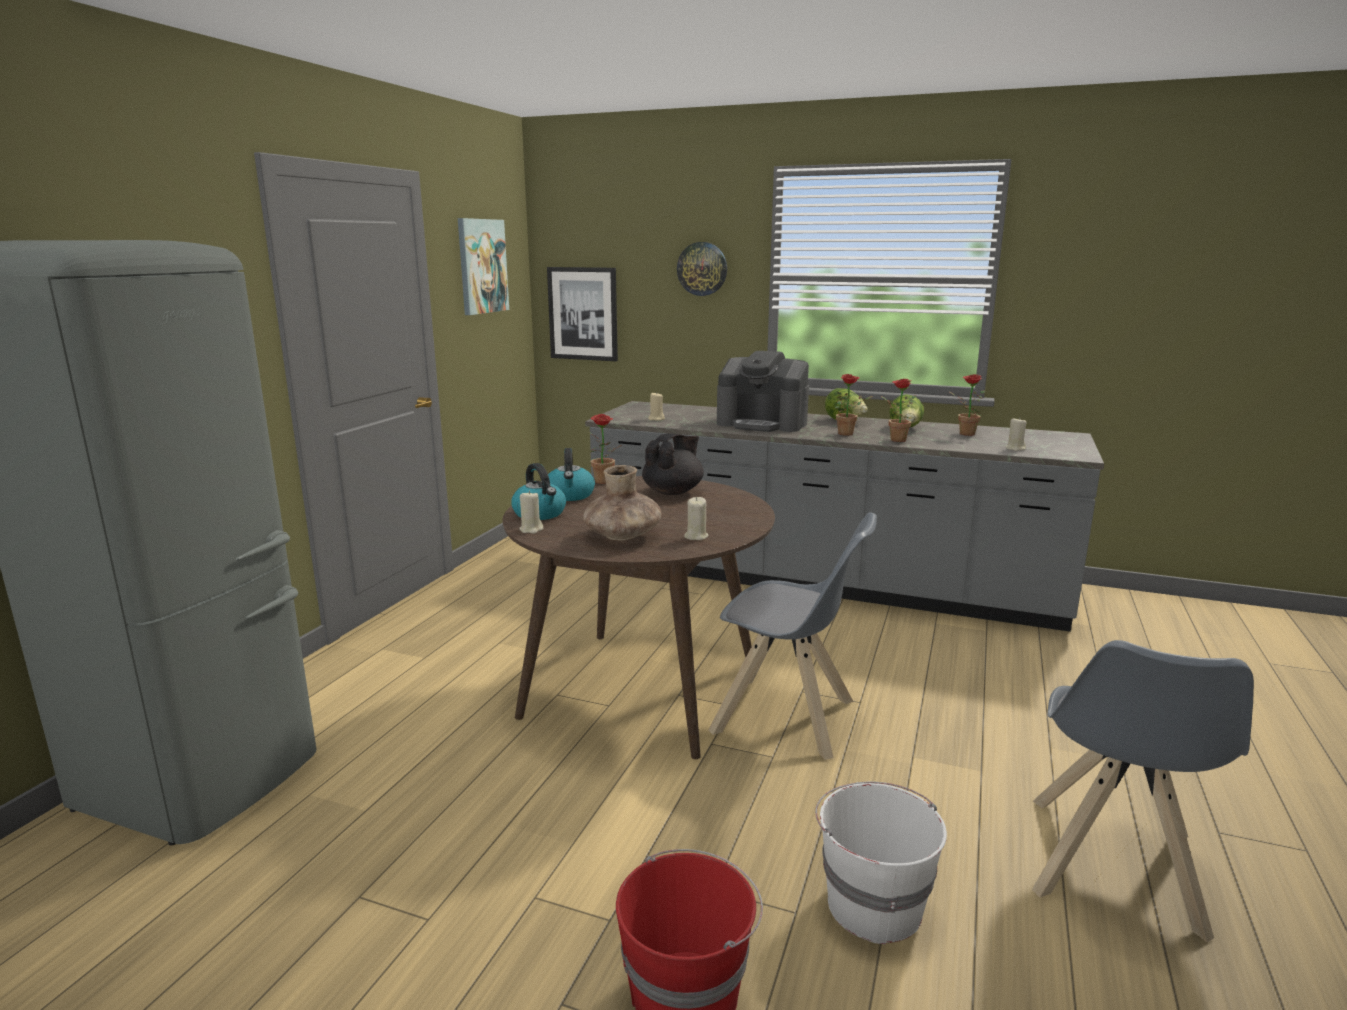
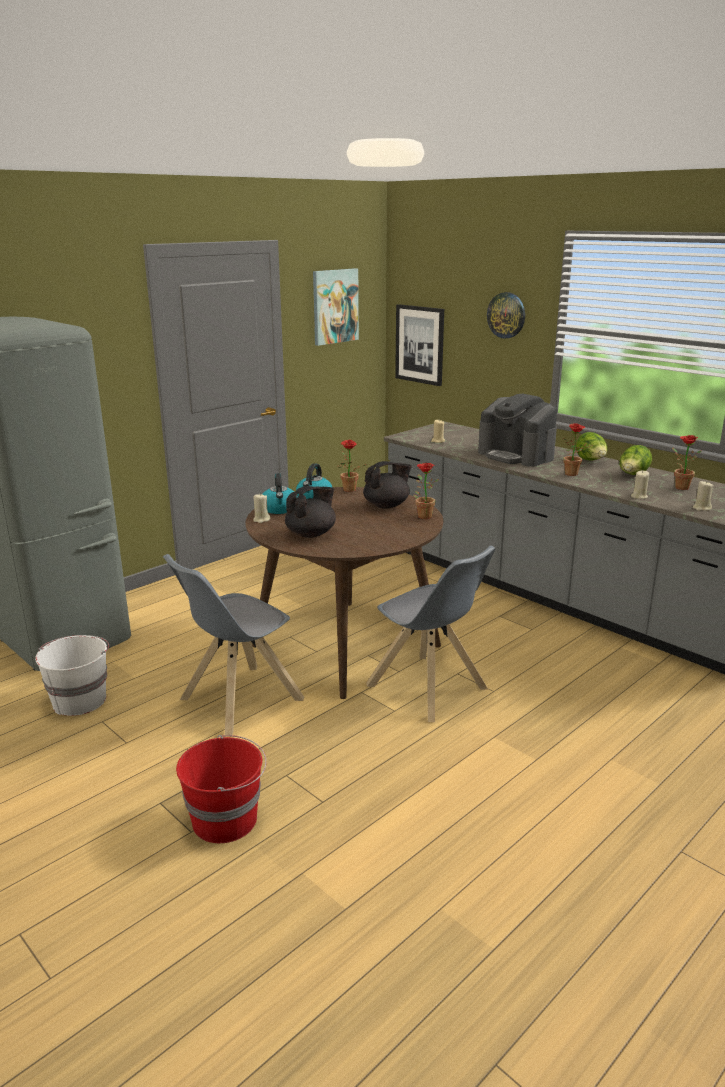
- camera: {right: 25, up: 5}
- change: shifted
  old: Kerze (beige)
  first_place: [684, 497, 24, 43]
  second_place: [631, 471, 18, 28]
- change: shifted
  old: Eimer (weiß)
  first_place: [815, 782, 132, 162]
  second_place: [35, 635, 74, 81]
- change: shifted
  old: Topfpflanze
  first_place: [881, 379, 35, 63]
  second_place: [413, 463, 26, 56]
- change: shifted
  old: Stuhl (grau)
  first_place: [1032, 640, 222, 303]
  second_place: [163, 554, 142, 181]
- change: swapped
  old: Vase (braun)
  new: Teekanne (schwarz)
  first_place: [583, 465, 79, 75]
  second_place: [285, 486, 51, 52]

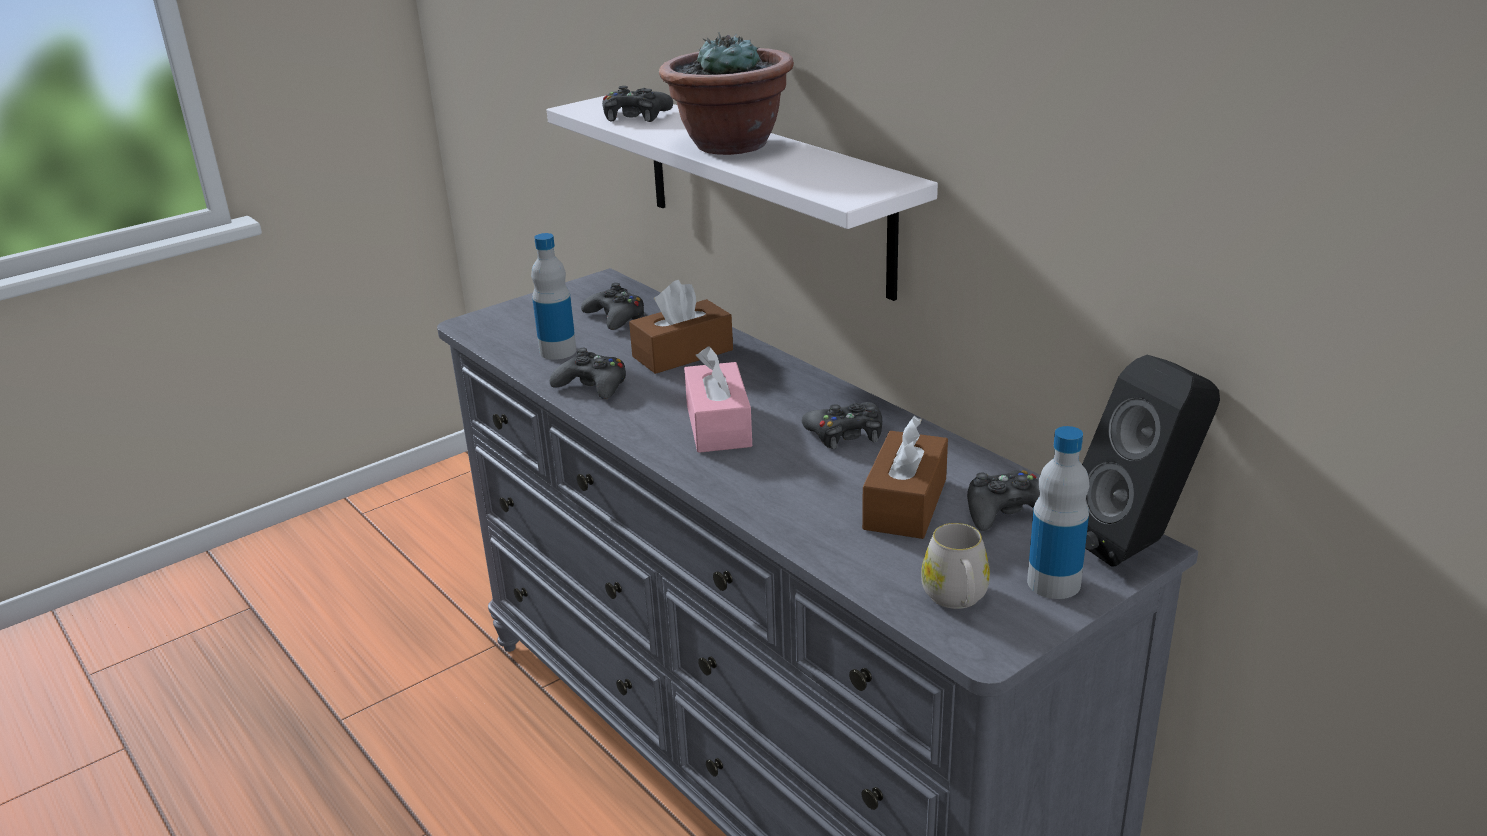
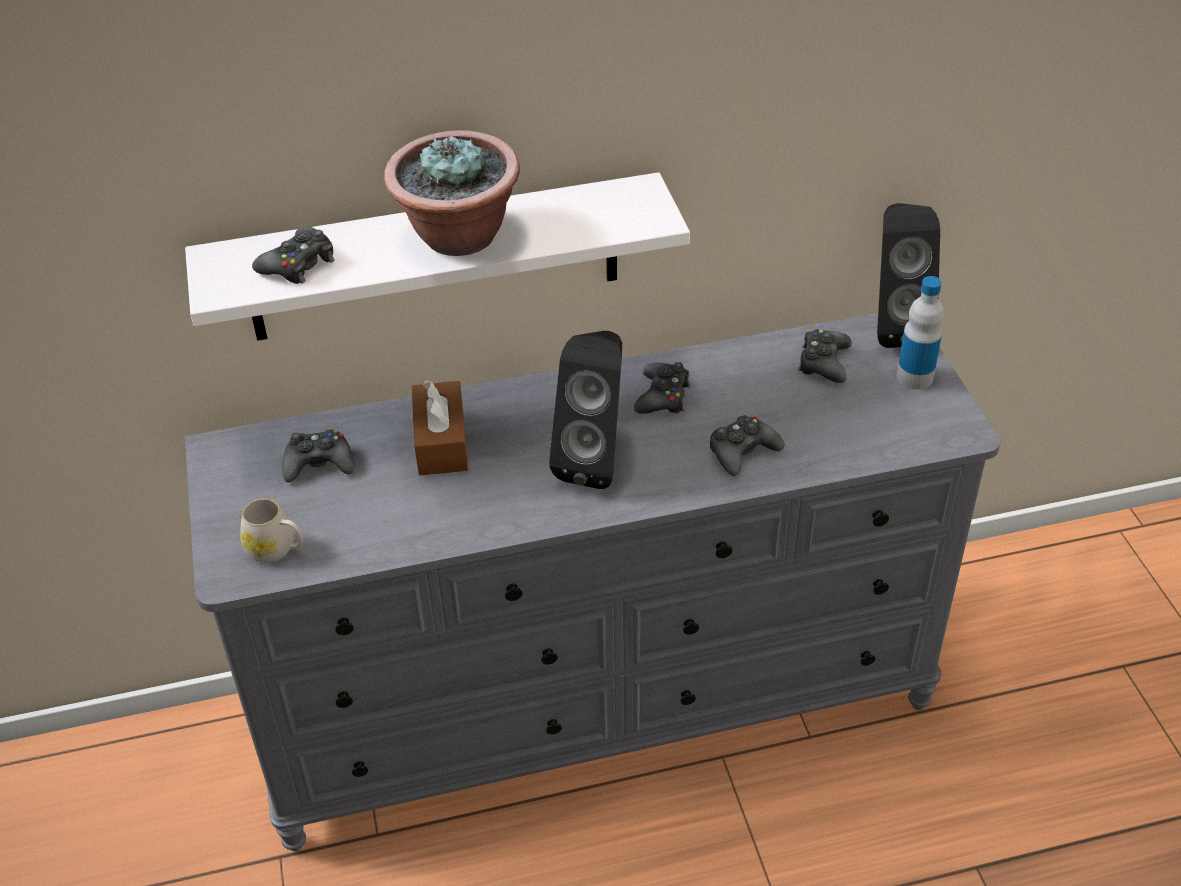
- camera: {right: -65, up: 15}
- change: gone
  old: Flasche
  first_place: [531, 233, 45, 127]
- change: gone
  old: Taschentuchbox (braun)
  first_place: [862, 416, 86, 123]
- change: shifted
  old: Gamepad (schwarz)
  first_place: [550, 348, 76, 51]
  second_place: [710, 415, 74, 61]
- change: shifted
  old: Henkelbecher (weiß)
  first_place: [921, 523, 69, 86]
  second_place: [240, 498, 63, 65]
- change: swapped
  old: Taschentuchbox (rosa)
  new: Lautsprecher (schwarz)
  first_place: [684, 346, 68, 107]
  second_place: [549, 331, 73, 158]

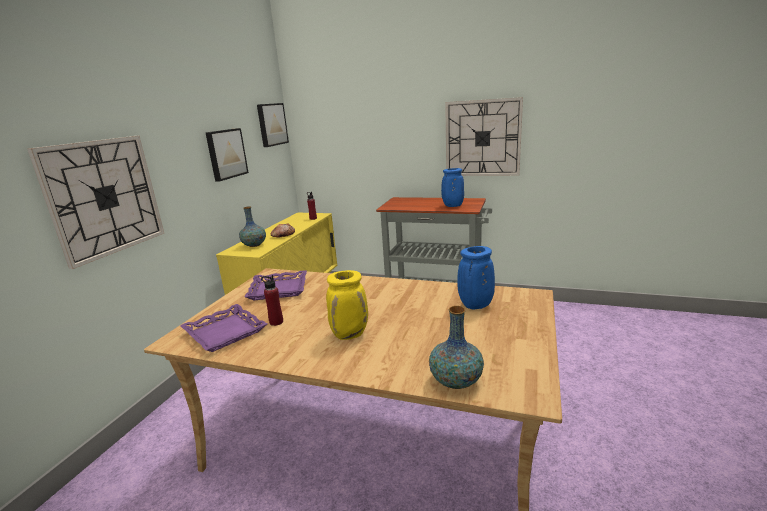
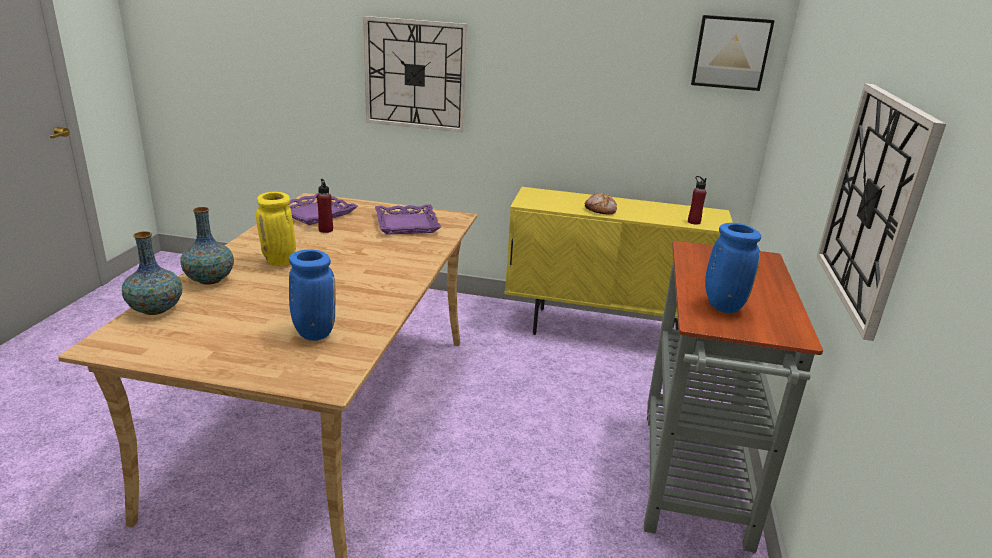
- camera: {right: 80, up: 5}
- change: gone
  old: Bild
  first_place: [206, 128, 43, 53]
- change: shifted
  old: Vase
  first_place: [239, 206, 27, 41]
  second_place: [180, 207, 54, 78]

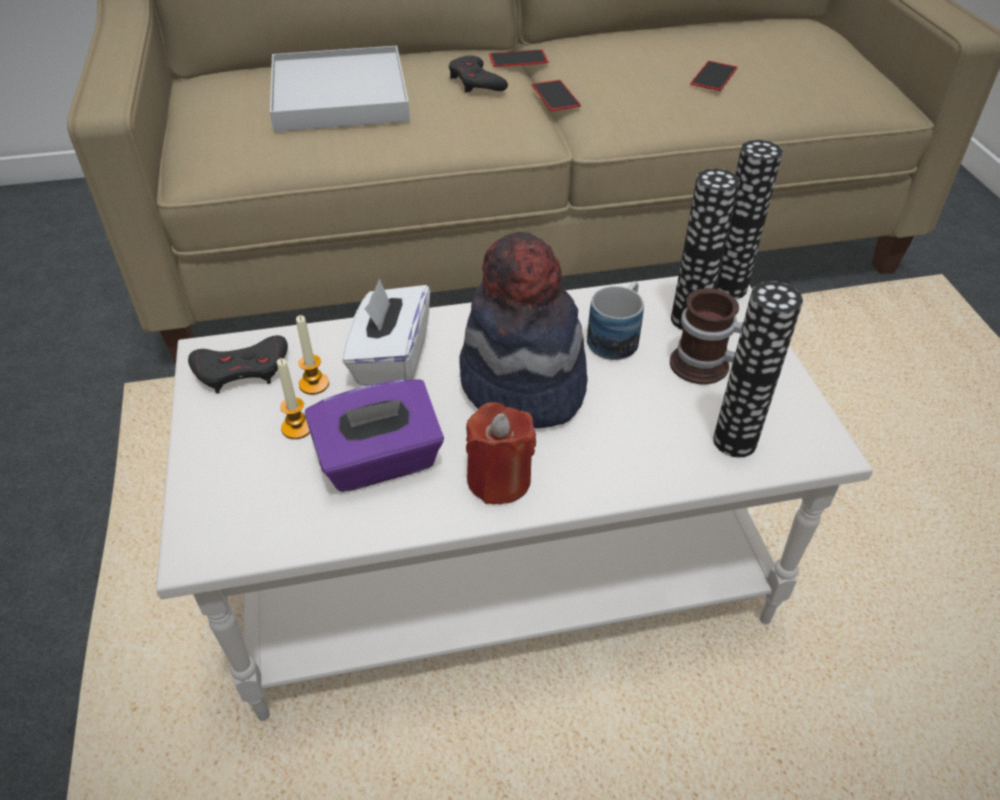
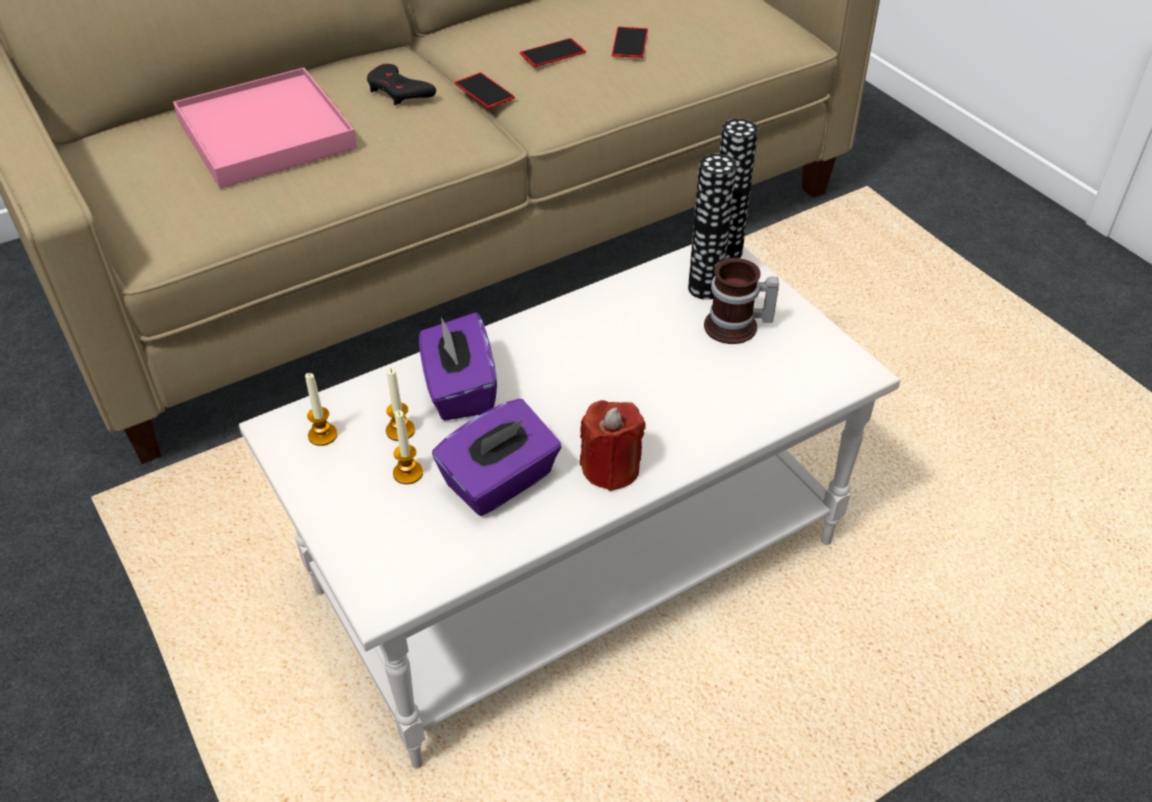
- camera: {right: -20, up: 0}
- change: gone
  old: Hut
  first_place: [459, 232, 128, 196]
- change: gone
  old: Henkelbecher
  first_place: [587, 281, 57, 79]
- change: gone
  old: Vase
  first_place: [713, 281, 90, 176]
- change: shifted
  old: Handy
  first_place: [489, 49, 60, 18]
  second_place: [520, 38, 66, 29]
- change: swapped
  old: Gamepad (schwarz)
  new: Kerze
  first_place: [188, 335, 100, 59]
  second_place: [305, 373, 33, 73]
- change: repainted
  old: Tablett (weiß)
  new: Tablett (rosa)
  first_place: [270, 46, 140, 86]
  second_place: [173, 68, 184, 120]
- change: repainted
  old: Taschentuchbox (weiß)
  new: Taschentuchbox (lila)
  first_place: [342, 278, 88, 108]
  second_place: [419, 312, 78, 108]

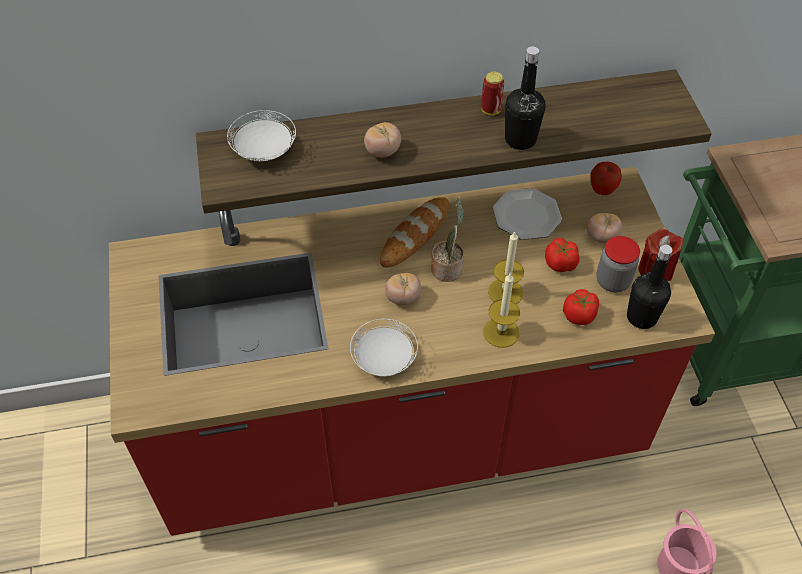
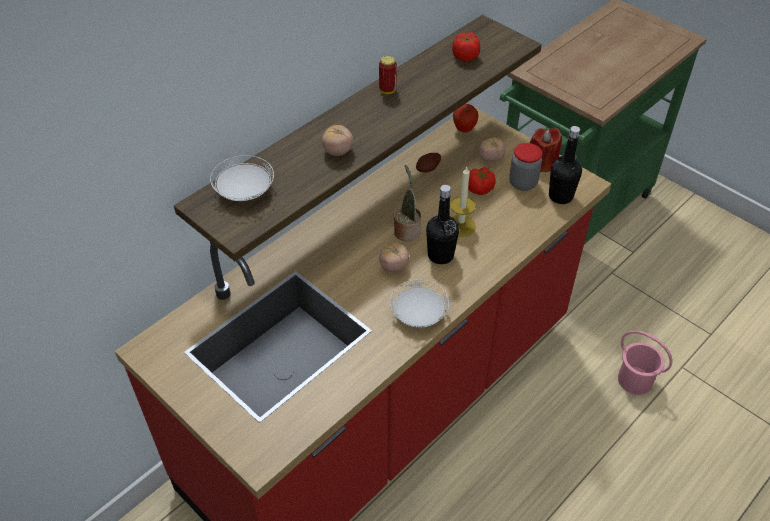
- camera: {right: -35, up: -5}
- change: gone
  old: Brot
  first_place: [380, 197, 69, 71]
- change: gone
  old: Kerze
  first_place: [483, 273, 37, 75]
- change: shifted
  old: Flasche (schwarz)
  first_place: [505, 47, 40, 103]
  second_place: [426, 185, 33, 79]
- change: shifted
  old: Tomate
  first_place: [563, 289, 36, 36]
  second_place: [452, 32, 28, 30]
- change: swapped
  old: Teller
  new: Kartoffel
  first_place: [493, 188, 69, 52]
  second_place: [416, 153, 25, 20]

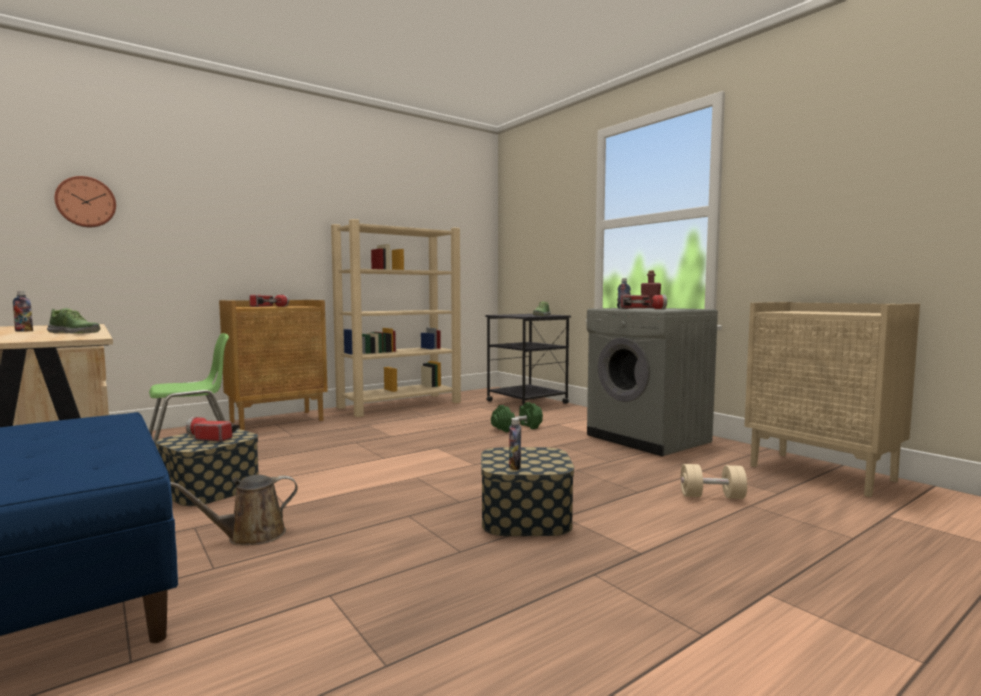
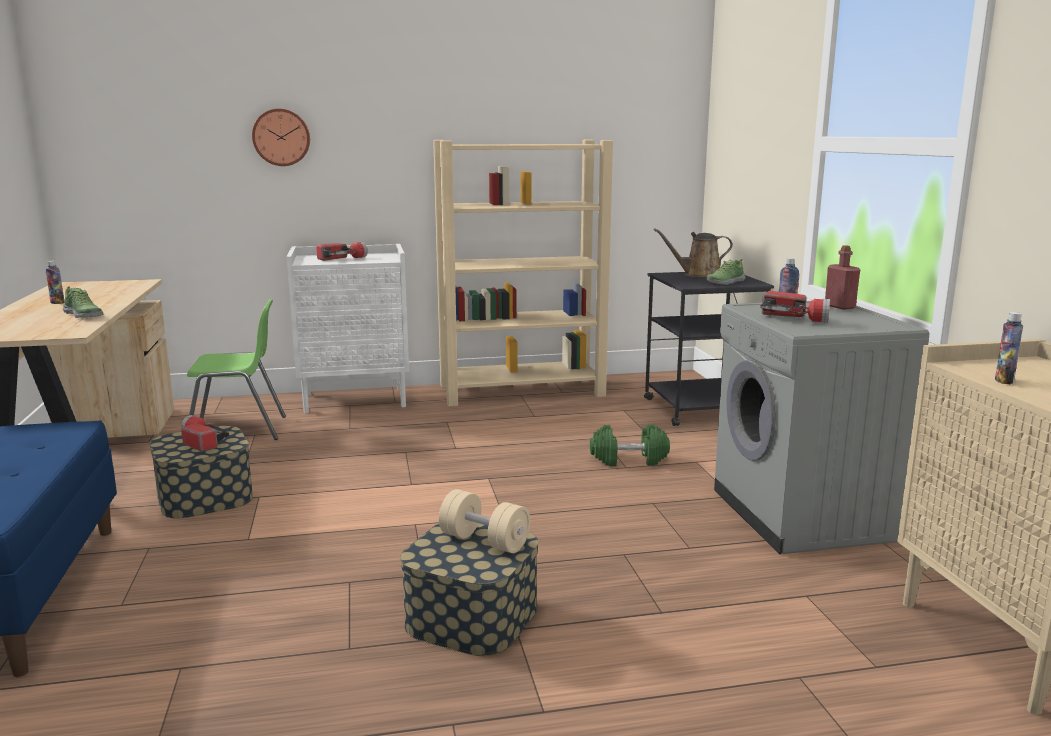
- camera: {right: 25, up: 10}
- change: shifted
  old: Wanduhr
  first_place: [54, 176, 62, 51]
  second_place: [252, 109, 58, 57]
- change: shifted
  old: Gießkanne (braun)
  first_place: [170, 475, 128, 70]
  second_place: [654, 228, 79, 50]
- change: shifted
  old: Flasche
  first_place: [509, 418, 12, 52]
  second_place: [995, 312, 28, 72]
- change: shifted
  old: Hantel (beige)
  first_place: [681, 464, 66, 35]
  second_place: [439, 489, 91, 64]
- change: repainted
  old: Schrank (braun)
  new: Schrank (weiß)
  first_place: [219, 300, 109, 130]
  second_place: [287, 244, 122, 169]

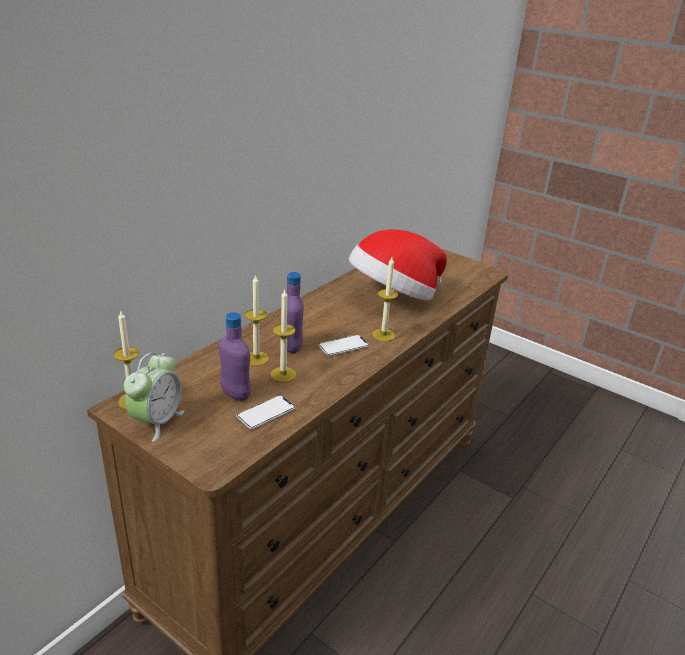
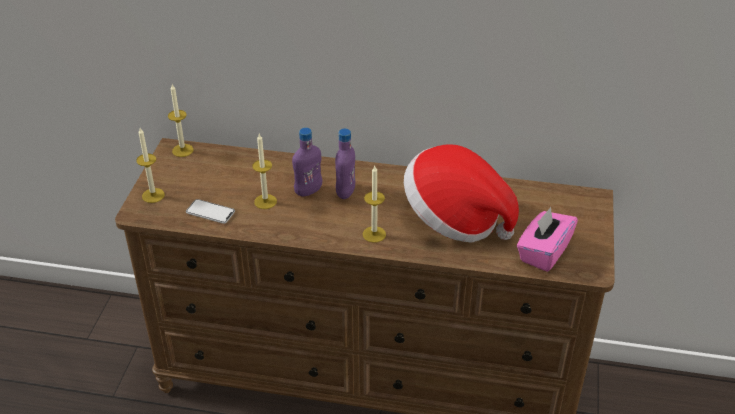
- camera: {right: 65, up: 10}
- change: gone
  old: Wecker
  first_place: [124, 353, 60, 89]
- change: gone
  old: Handy
  first_place: [318, 335, 51, 21]
- change: new
  new: Taschentuchbox (rosa)
  second_place: [517, 207, 61, 65]
- change: shifted
  old: Flasche (lila)
  first_place: [219, 312, 32, 89]
  second_place: [335, 129, 20, 70]
- change: shifted
  old: Kerze
  first_place: [245, 274, 24, 92]
  second_place: [136, 128, 29, 75]

